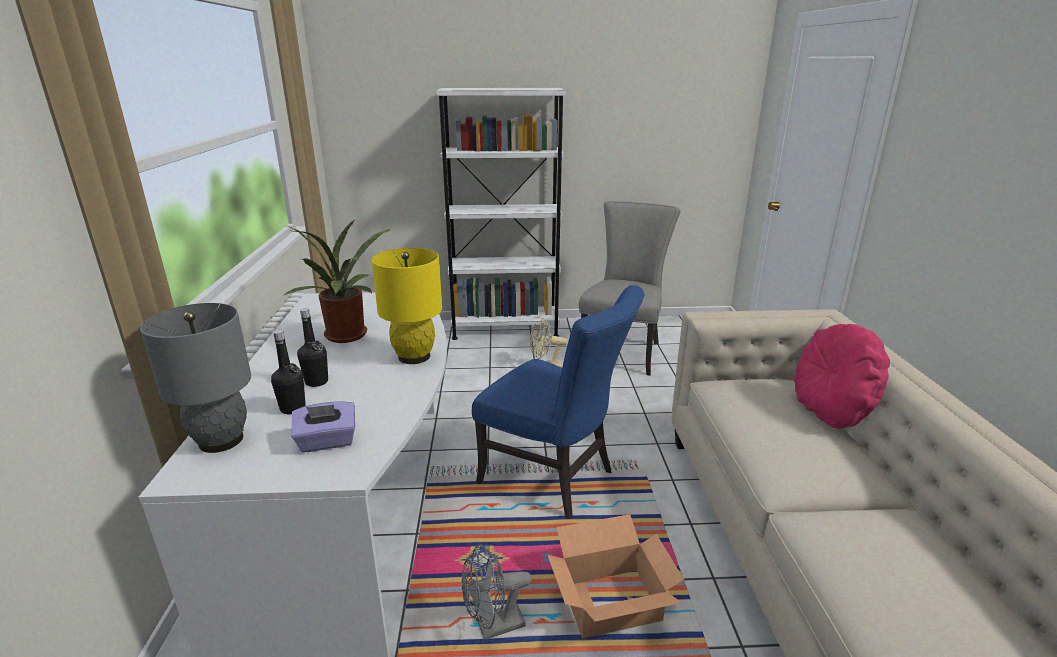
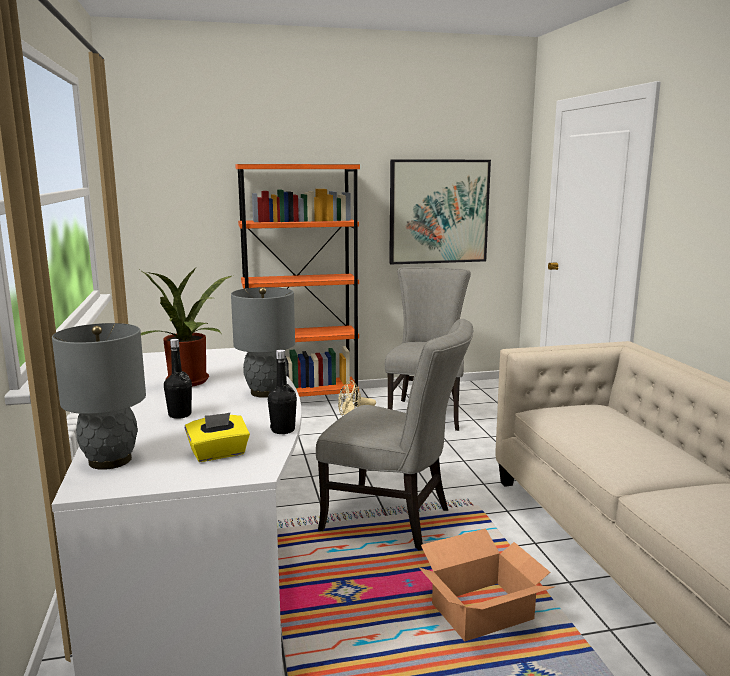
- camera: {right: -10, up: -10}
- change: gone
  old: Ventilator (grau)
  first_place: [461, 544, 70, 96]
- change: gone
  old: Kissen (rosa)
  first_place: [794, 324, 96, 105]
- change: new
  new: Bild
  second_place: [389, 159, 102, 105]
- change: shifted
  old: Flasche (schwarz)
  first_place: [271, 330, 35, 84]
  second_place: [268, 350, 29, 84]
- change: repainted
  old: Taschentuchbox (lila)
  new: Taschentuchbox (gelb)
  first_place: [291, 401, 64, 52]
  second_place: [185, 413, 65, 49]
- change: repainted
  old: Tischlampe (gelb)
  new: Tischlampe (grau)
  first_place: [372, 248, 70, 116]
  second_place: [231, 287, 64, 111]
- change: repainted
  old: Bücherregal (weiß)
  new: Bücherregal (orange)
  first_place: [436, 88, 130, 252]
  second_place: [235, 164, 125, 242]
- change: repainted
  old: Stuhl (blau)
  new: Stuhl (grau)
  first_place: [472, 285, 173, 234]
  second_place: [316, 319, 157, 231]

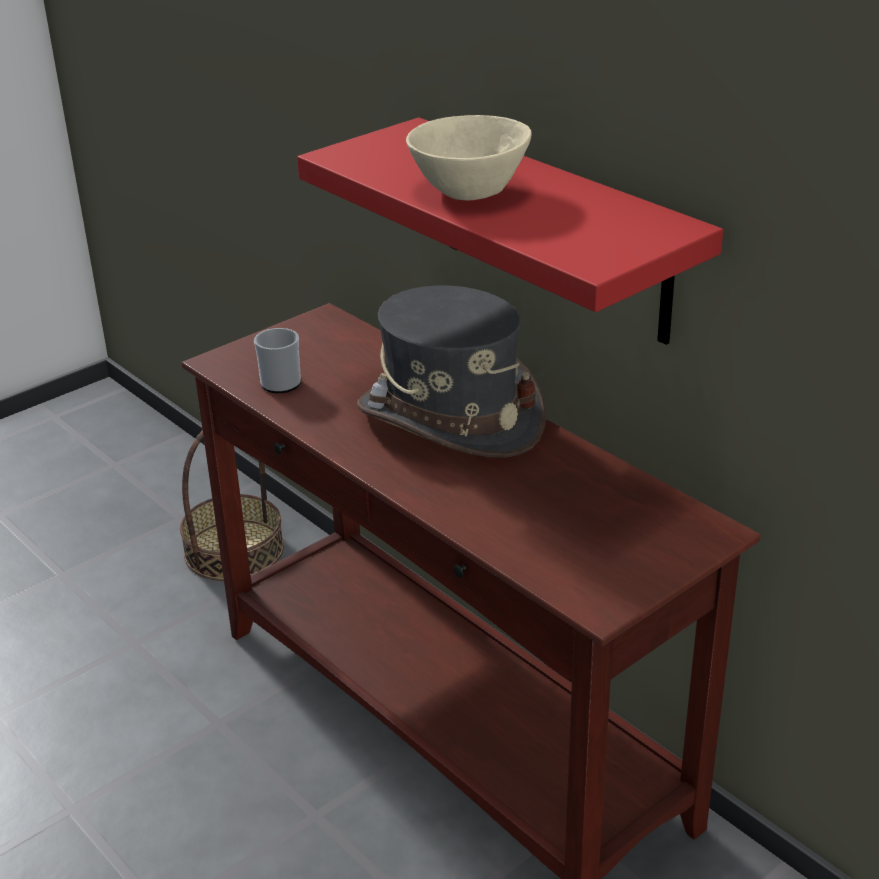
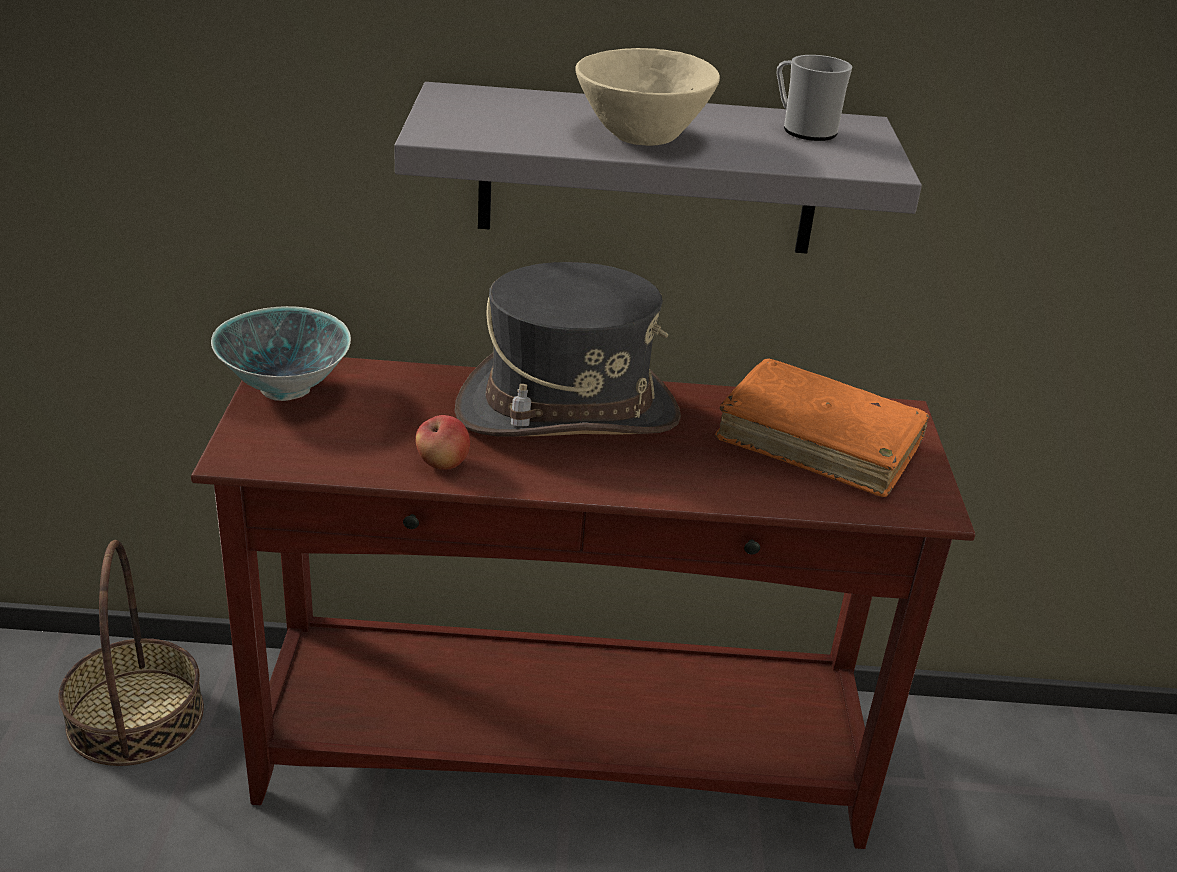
- camera: {right: -50, up: 0}
- change: new
  new: Schüssel
  second_place: [211, 306, 140, 95]
- change: new
  new: Apfel
  second_place: [416, 415, 54, 55]
- change: new
  new: Buch (orange)
  second_place: [715, 359, 215, 138]
- change: shifted
  old: Henkelbecher
  first_place: [254, 328, 47, 65]
  second_place: [777, 55, 75, 86]
- change: repainted
  old: Wandregal (rot)
  new: Wandregal (grau)
  first_place: [297, 117, 426, 228]
  second_place: [394, 82, 528, 172]

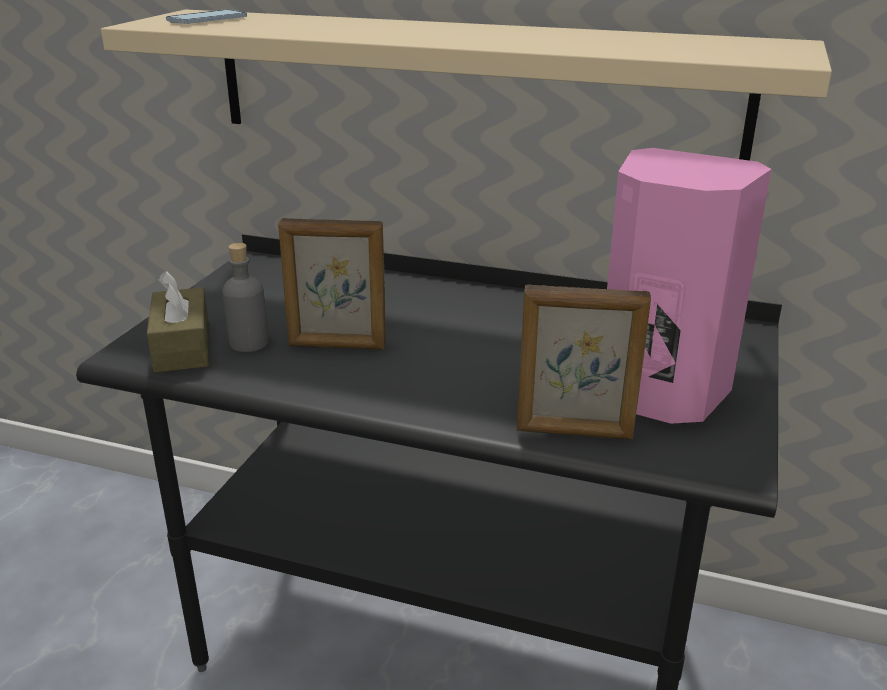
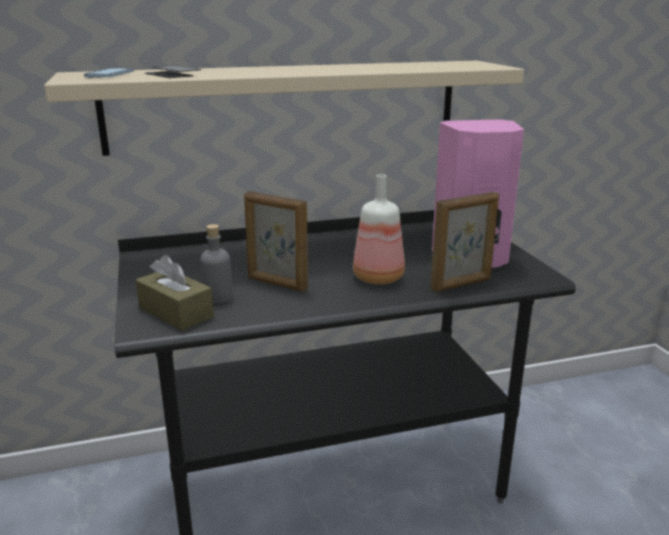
- camera: {right: -35, up: -5}
- change: new
  new: Handy
  second_place: [145, 65, 56, 13]
- change: new
  new: Flasche
  second_place: [353, 174, 52, 110]
- change: rotated
  old: Bilderrahmen
  first_place: [278, 218, 108, 132]
  second_place: [244, 191, 64, 101]
  degrees: 60

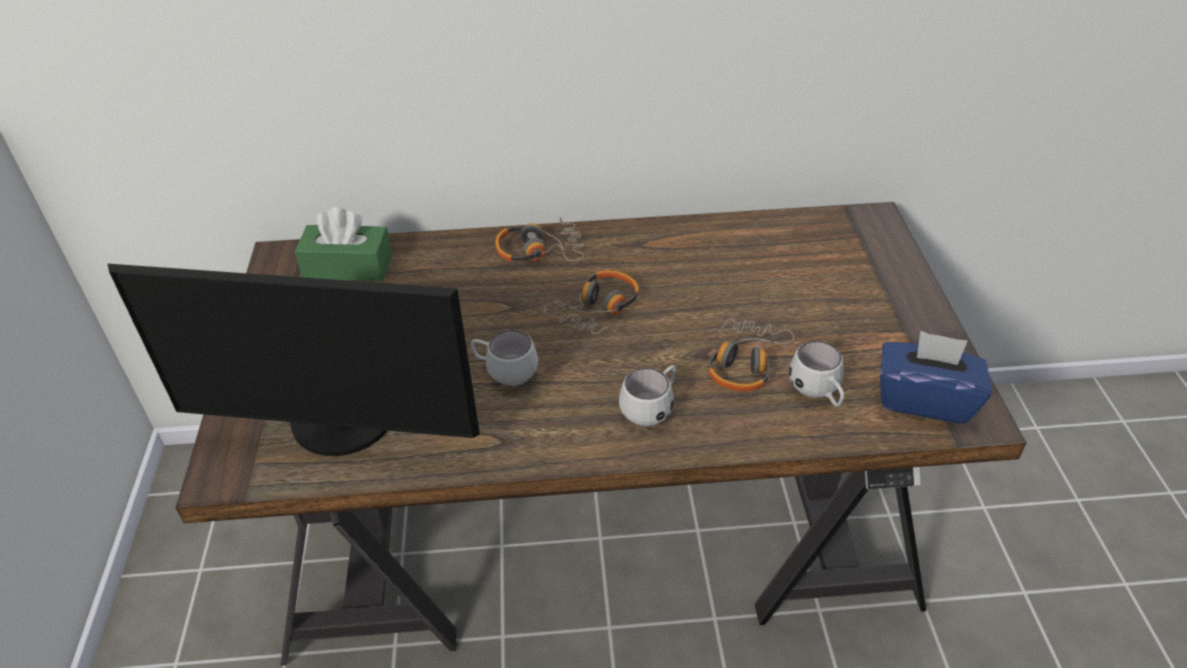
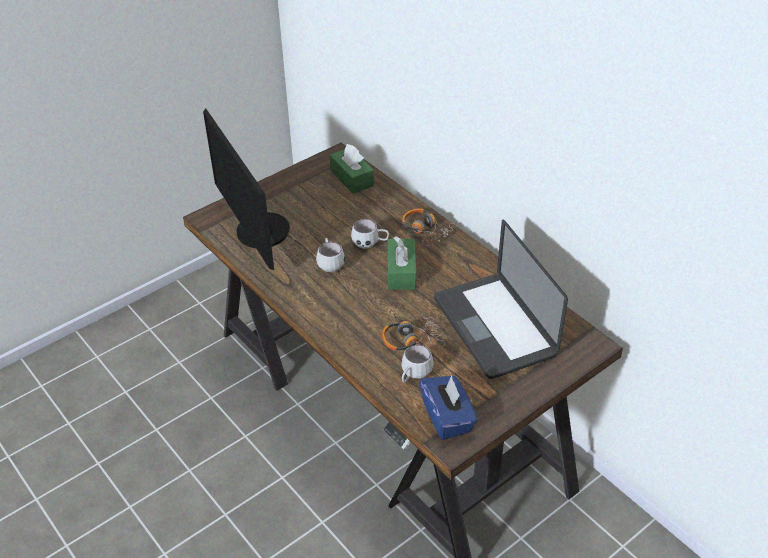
- camera: {right: 55, up: 0}
- change: new
  new: Laptop
  second_place: [434, 220, 134, 159]
- change: shifted
  old: Henkelbecher (weiß)
  first_place: [619, 365, 57, 62]
  second_place: [351, 219, 38, 30]
- change: swapped
  old: Kopfhörer
  new: Taschentuchbox (grün)
  first_place: [544, 270, 95, 64]
  second_place: [388, 236, 28, 54]

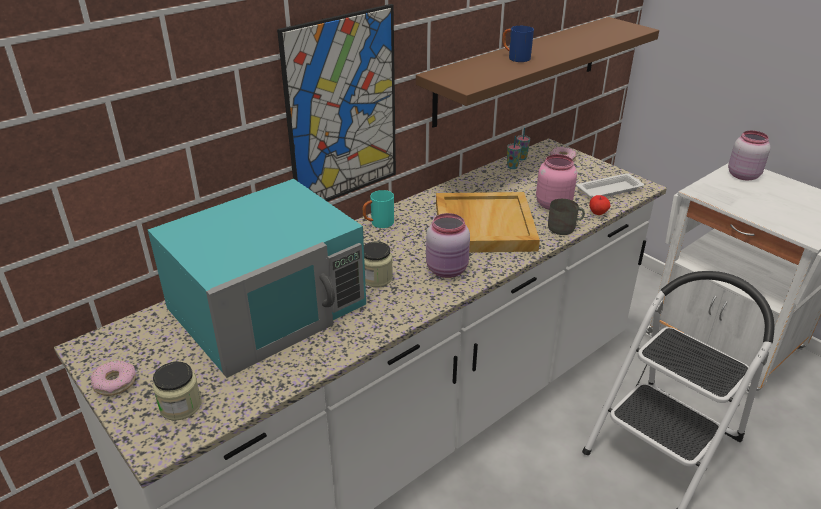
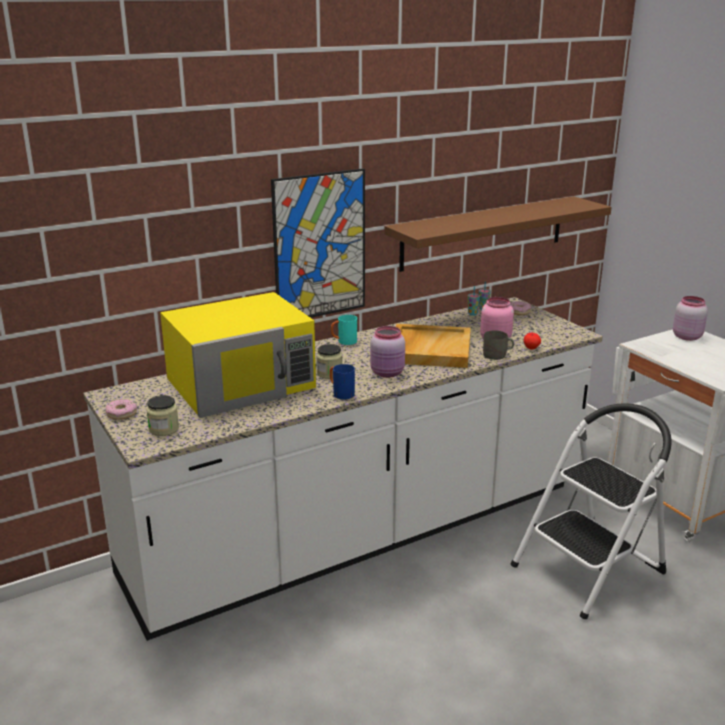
- camera: {right: 10, up: -10}
- change: gone
  old: Tablett (weiß)
  first_place: [576, 174, 68, 24]
- change: shifted
  old: Henkelbecher (blau)
  first_place: [503, 26, 31, 36]
  second_place: [330, 364, 25, 36]
- change: repainted
  old: Mikrowelle (türkis)
  new: Mikrowelle (gelb)
  first_place: [148, 179, 218, 199]
  second_place: [160, 292, 156, 126]

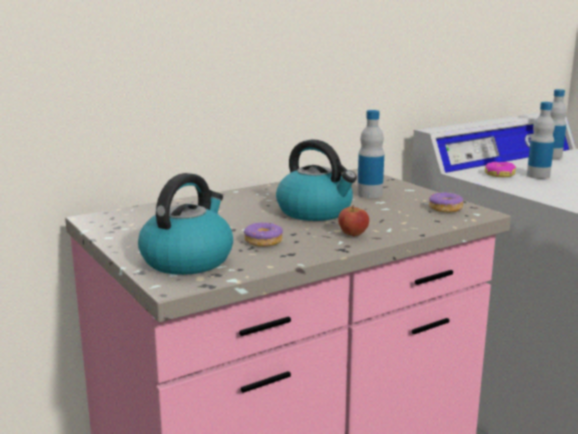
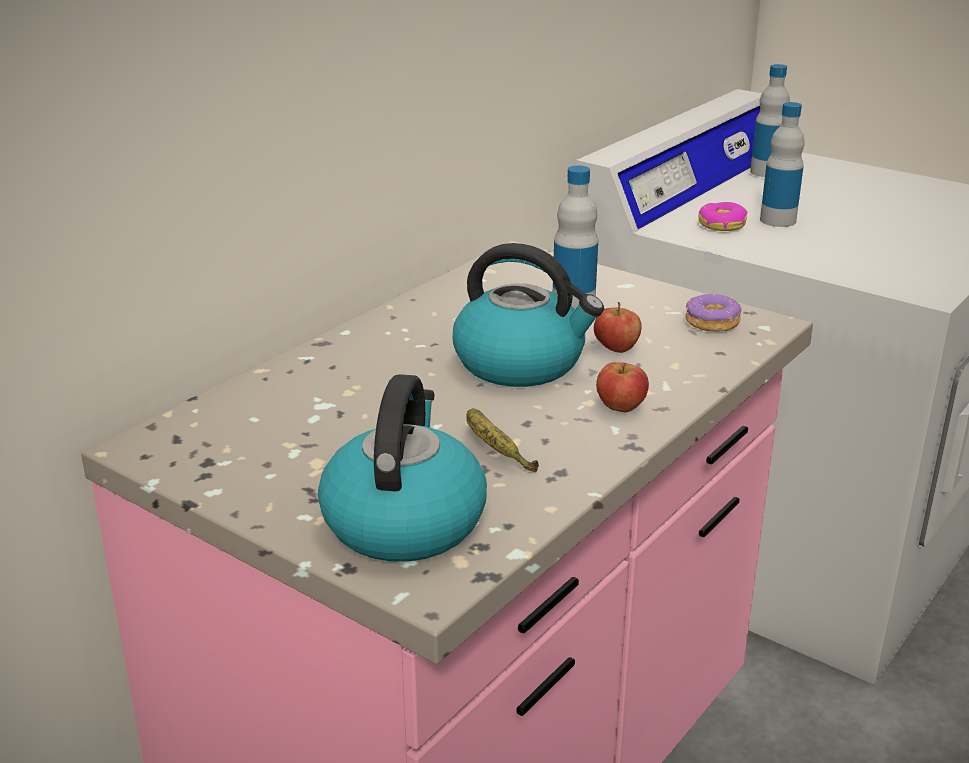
- camera: {right: -20, up: 10}
- change: new
  new: Apfel
  second_place: [594, 302, 48, 51]
- change: swapped
  old: Donut
  new: Banane
  first_place: [244, 222, 39, 25]
  second_place: [466, 408, 73, 64]

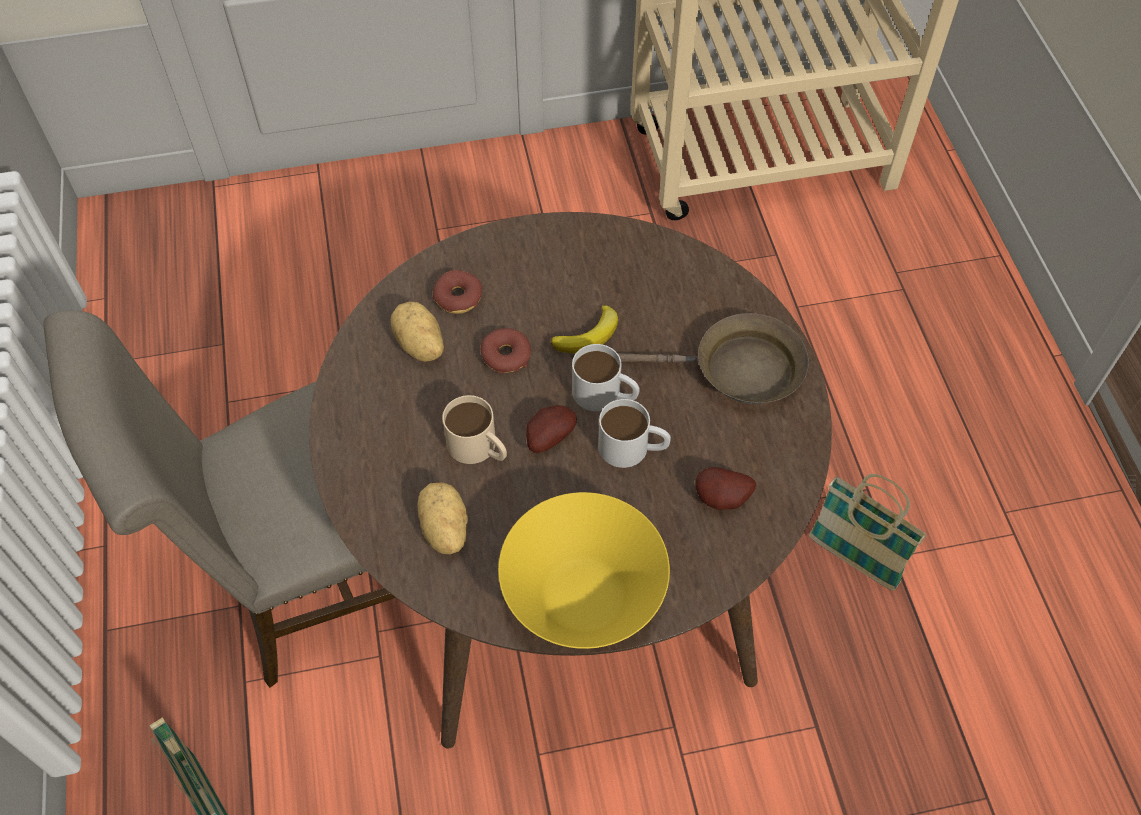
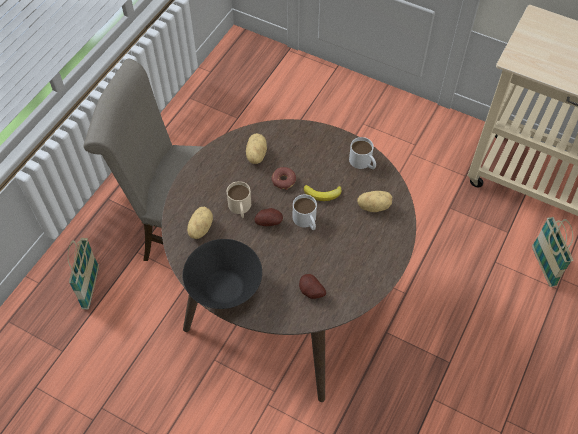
- camera: {right: 40, up: 0}
- change: gone
  old: Donut
  first_place: [433, 270, 49, 44]
- change: gone
  old: Pfanne (braun)
  first_place: [618, 313, 191, 91]
- change: new
  new: Kartoffel
  second_place: [357, 191, 35, 21]
- change: shifted
  old: Henkelbecher (weiß)
  first_place: [598, 399, 73, 69]
  second_place: [349, 137, 27, 32]
- change: shifted
  old: Korb
  first_place: [809, 474, 118, 116]
  second_place: [532, 217, 41, 70]
- change: repainted
  old: Schüssel (gelb)
  new: Schüssel (schwarz)
  first_place: [498, 492, 172, 157]
  second_place: [183, 239, 79, 70]

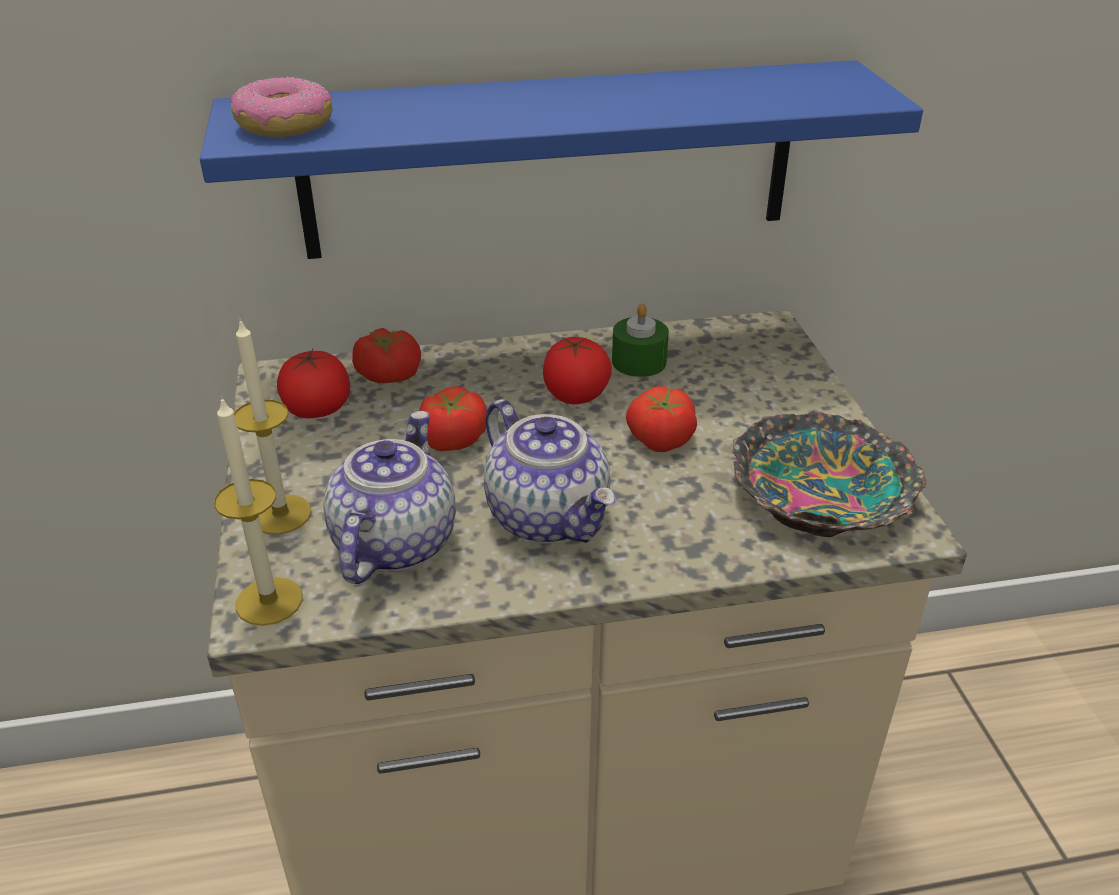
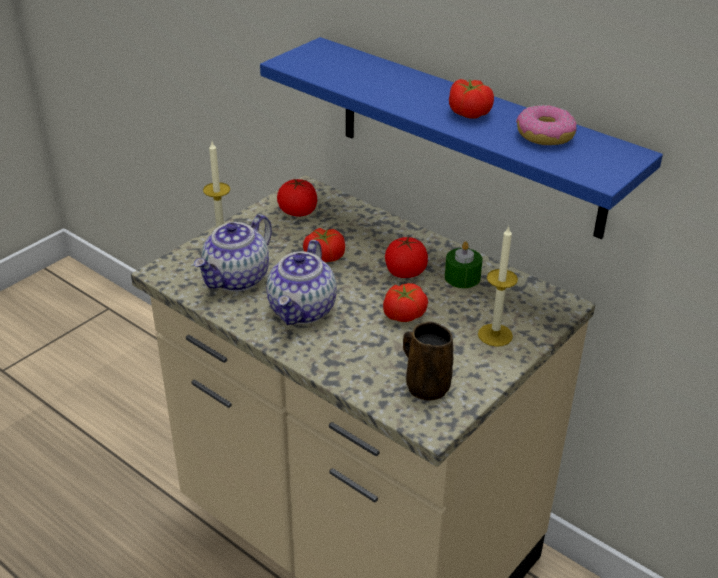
- camera: {right: 50, up: 0}
- change: shifted
  old: Kerze
  first_place: [214, 396, 89, 230]
  second_place: [478, 226, 40, 121]
- change: shifted
  old: Donut
  first_place: [230, 76, 103, 61]
  second_place: [516, 105, 61, 40]
- change: shifted
  old: Tomate
  first_place: [352, 328, 69, 55]
  second_place: [449, 79, 45, 40]
- change: swapped
  old: Schüssel
  new: Henkelbecher (braun)
  first_place: [733, 410, 194, 127]
  second_place: [403, 321, 50, 80]
- change: rotated
  old: Teekanne
  first_place: [323, 410, 133, 174]
  second_place: [194, 214, 78, 77]
  degrees: 150

